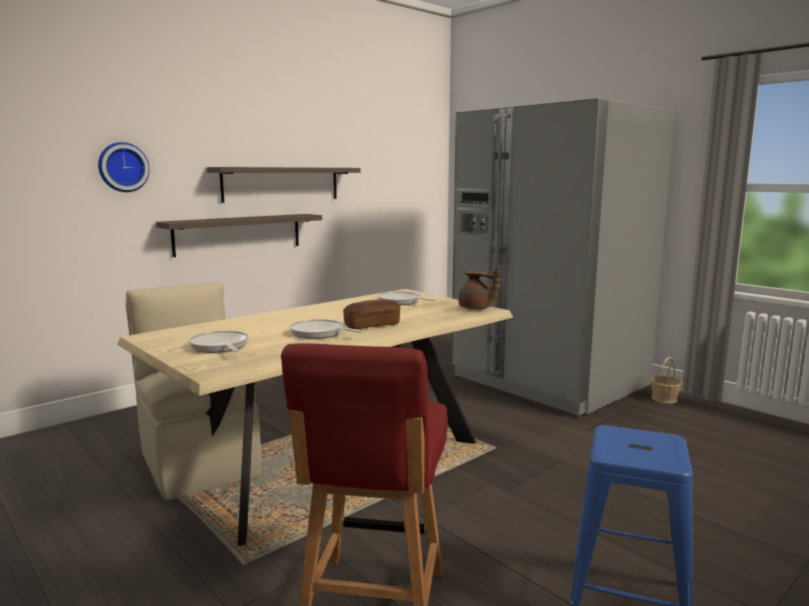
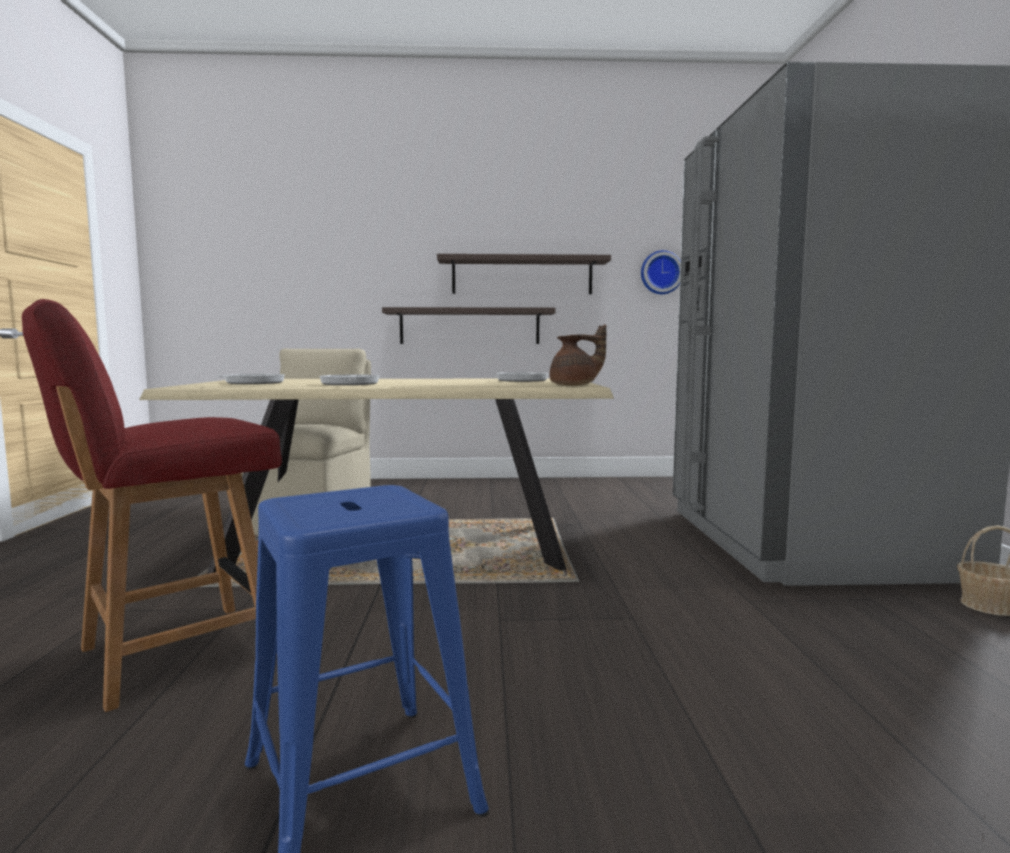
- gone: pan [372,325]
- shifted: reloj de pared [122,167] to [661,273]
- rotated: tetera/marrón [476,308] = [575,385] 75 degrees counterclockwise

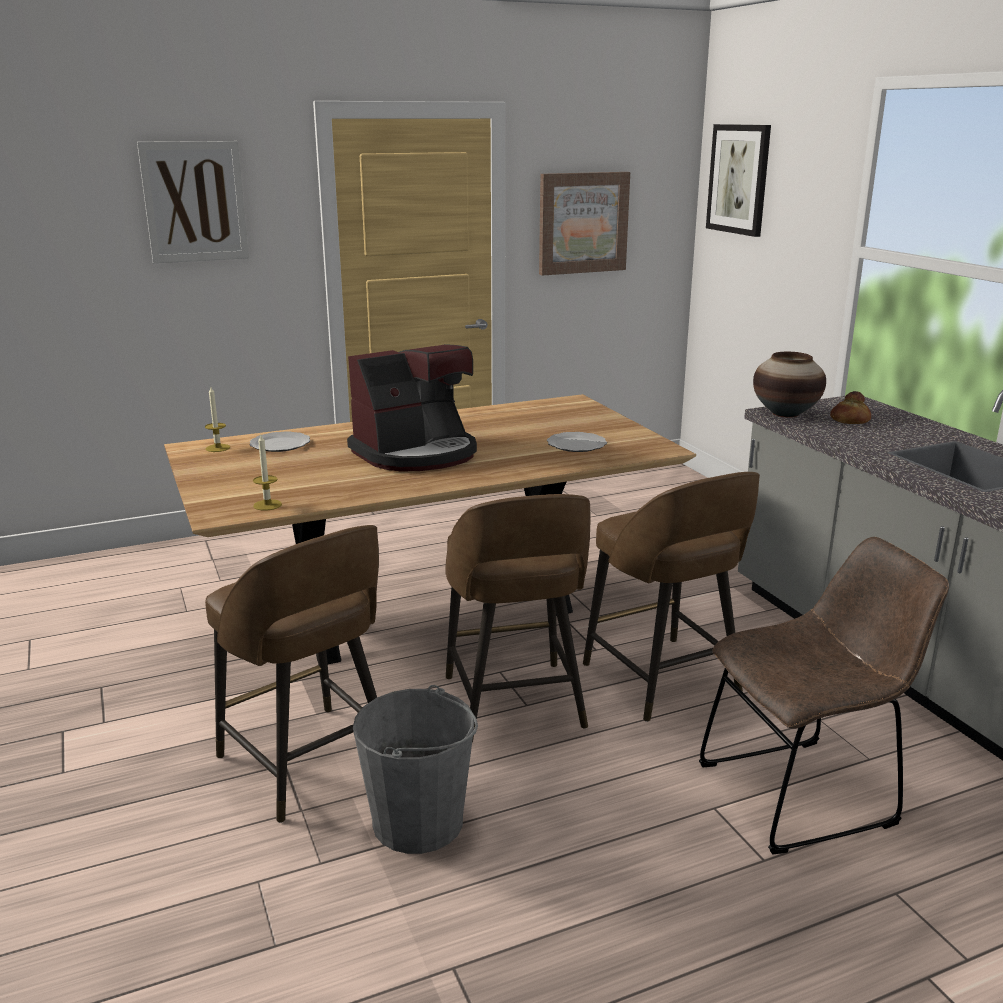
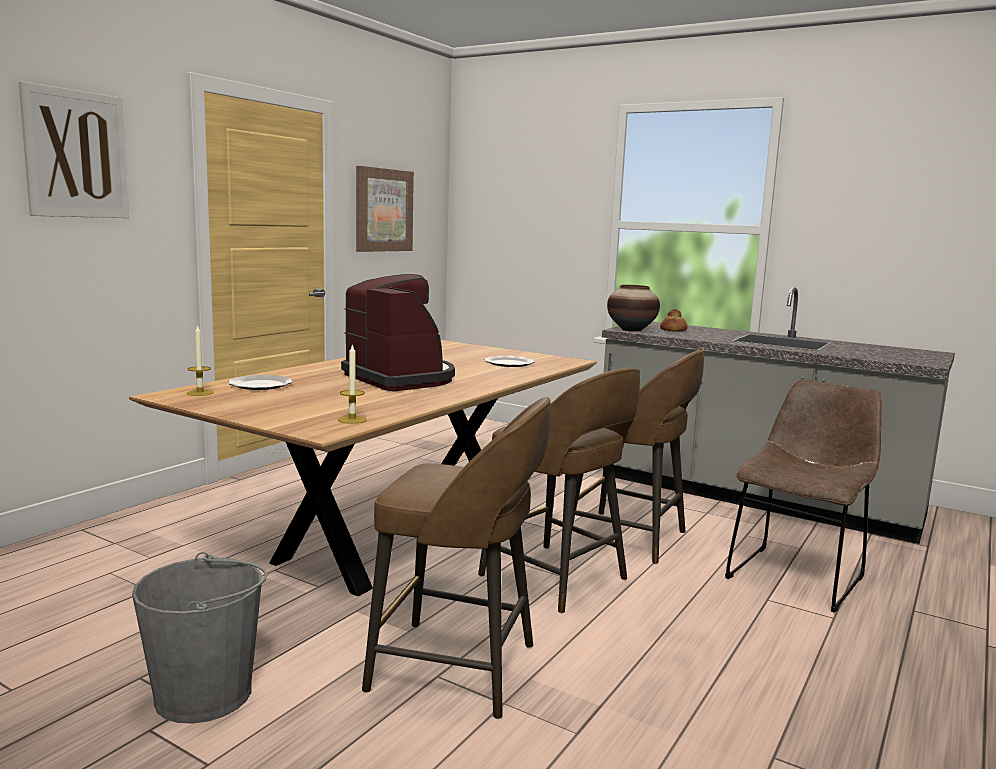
- gone: cuadro [739,179]
- shifted: cubo/gris [419,822] to [205,694]
- rotated: cafetera [417,453] = [401,378] 60 degrees counterclockwise

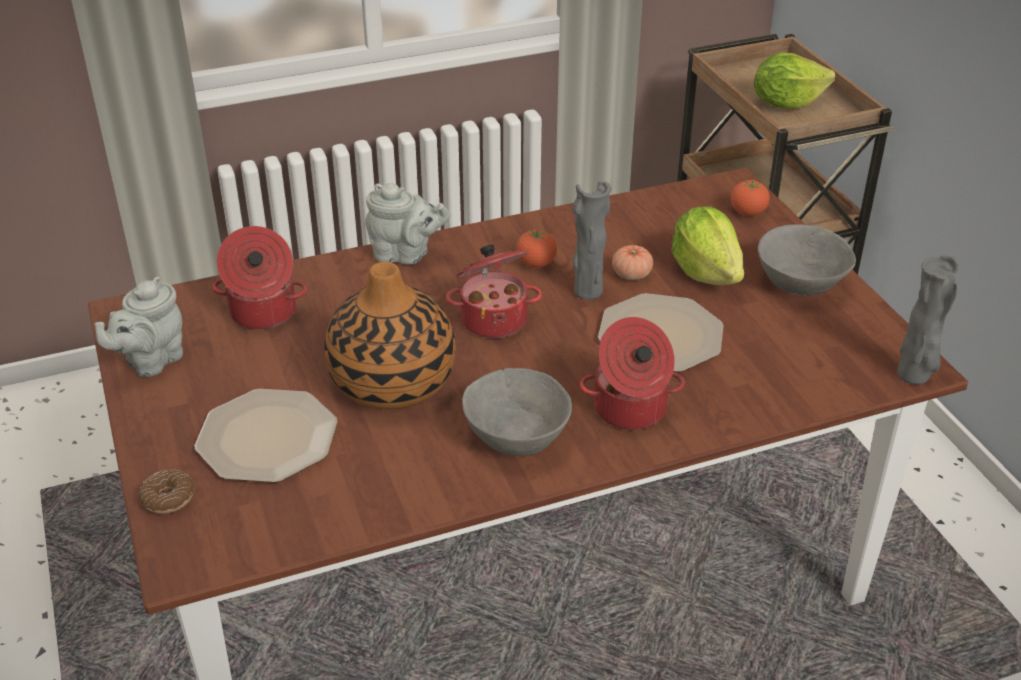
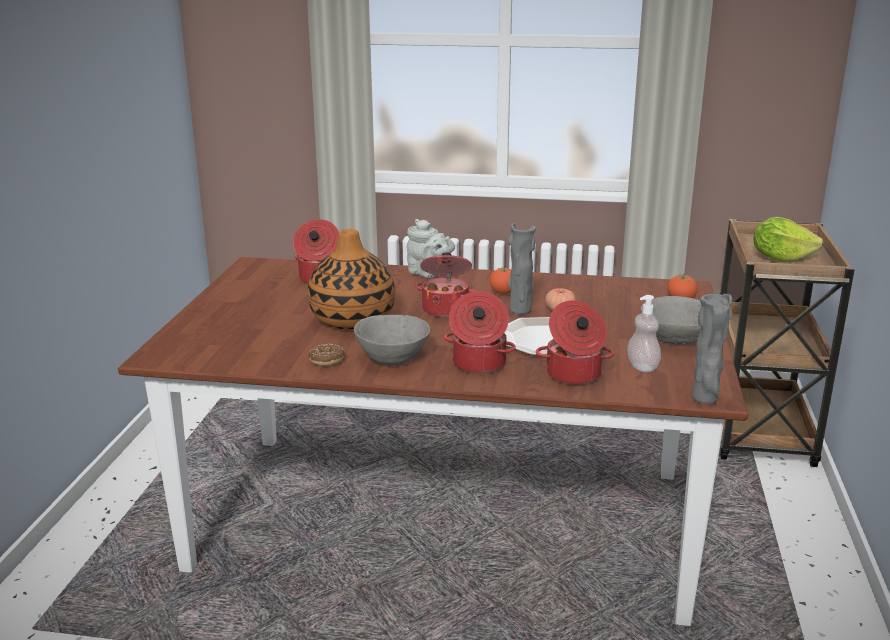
- gone: tetera/gris [151,361]
- gone: plato [266,438]
- gone: lechuga [706,272]
- new: olla [573,375]
- new: dispensador de jabón [642,367]
- shifted: rosquilla [168,498] to [326,360]

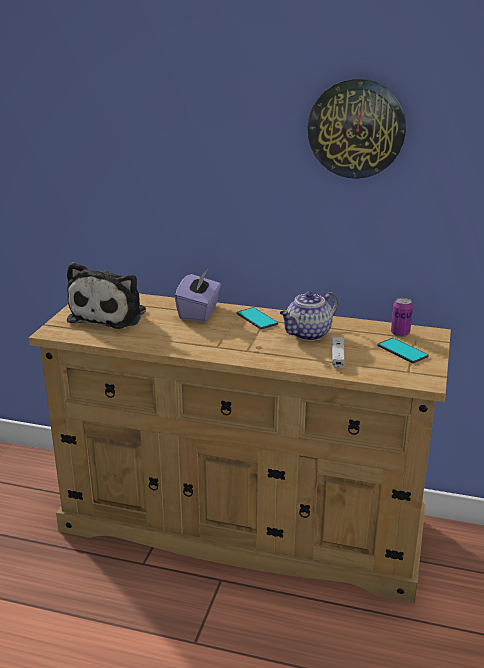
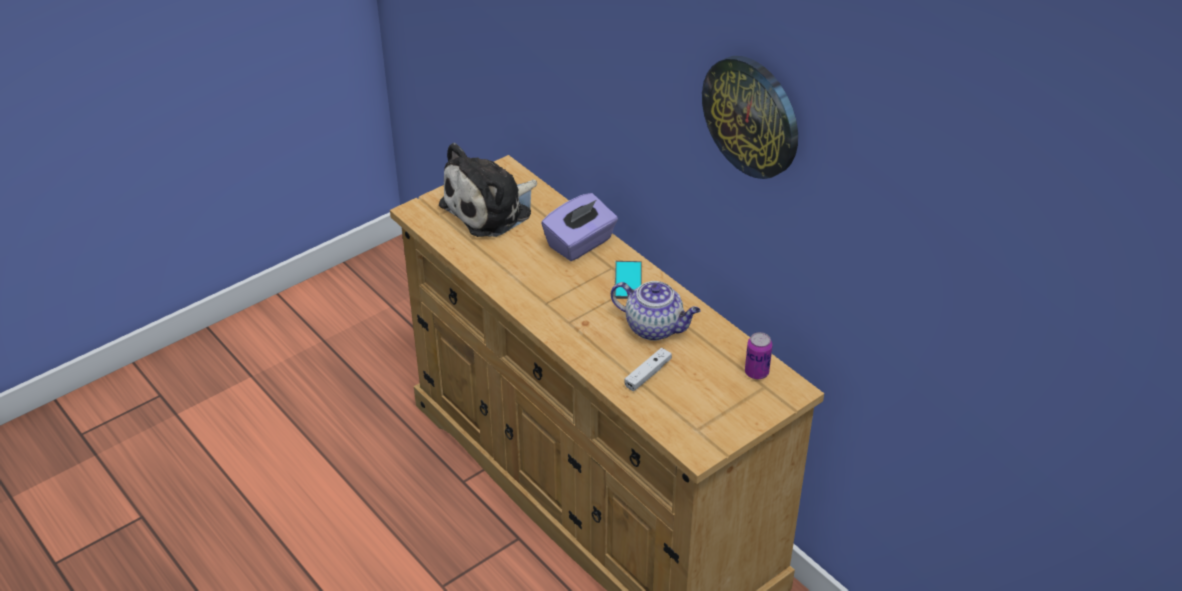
- gone: móvil [402,351]
- rotated: tetera [308,334] = [655,328] 150 degrees counterclockwise

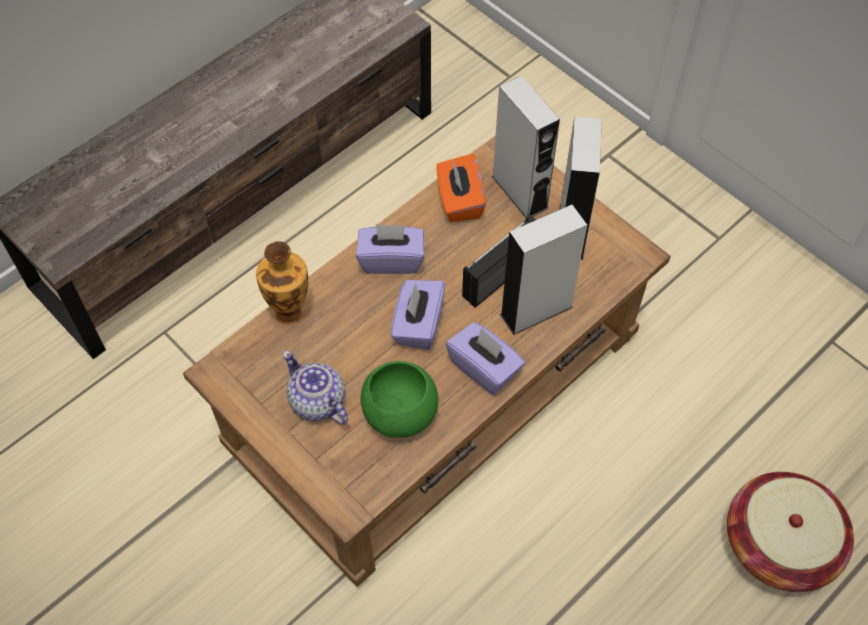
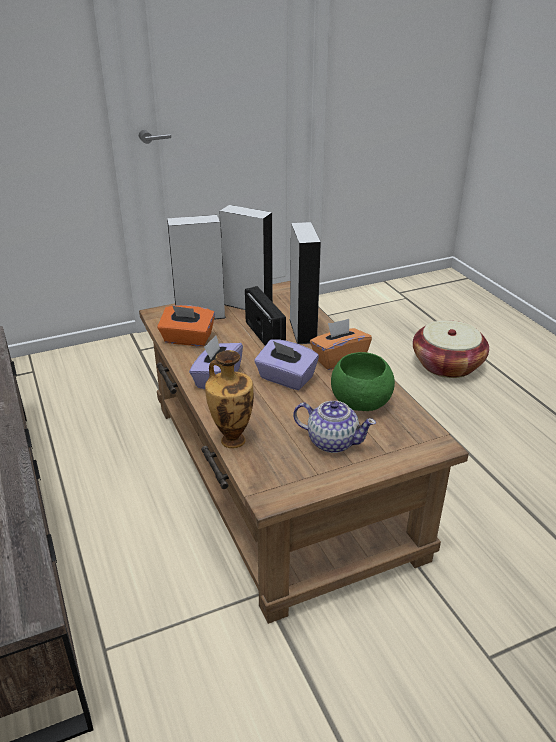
- repainted: caja de pañuelos/morado [484,368] to caja de pañuelos/naranja [339,359]
- rotated: tetera [317,402] = [332,441] 135 degrees counterclockwise

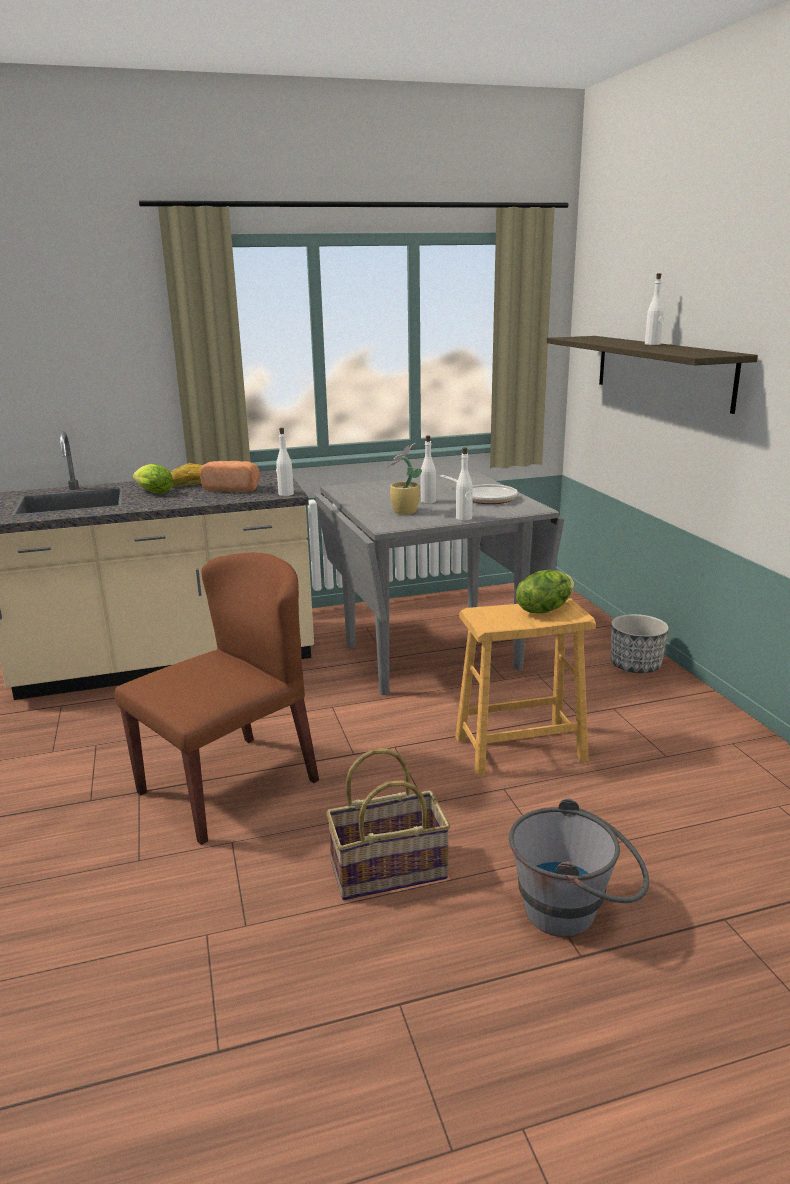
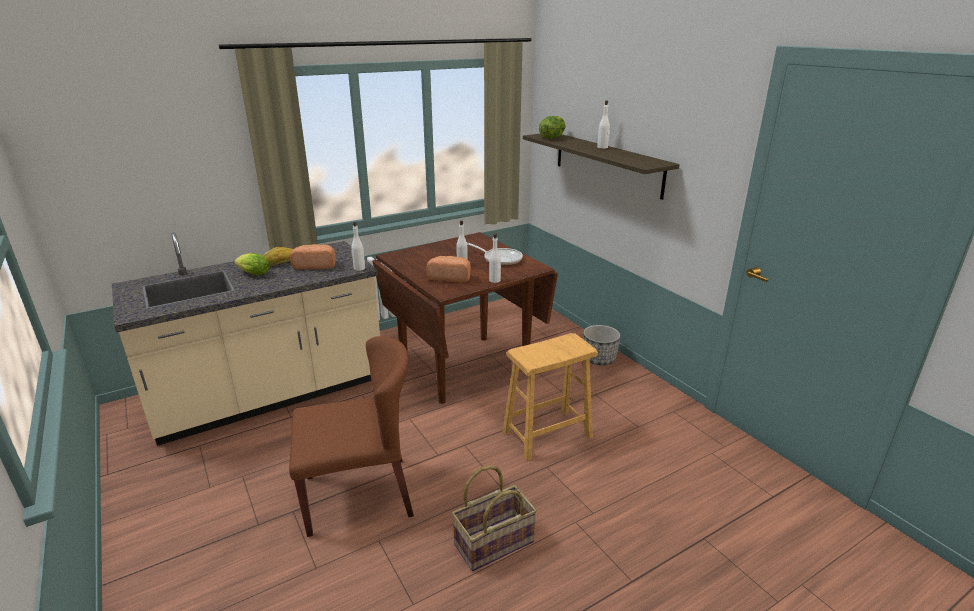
- gone: cubo/gris [575,912]
- shifted: lechuga [544,609] to [552,137]
- swapped: planta en maceta [404,512] to pan [450,277]
- repainted: mesa de comedor/gris [431,656] to mesa de comedor/marrón [464,367]
- rotated: silla/marrón [229,785] = [359,495] 45 degrees clockwise

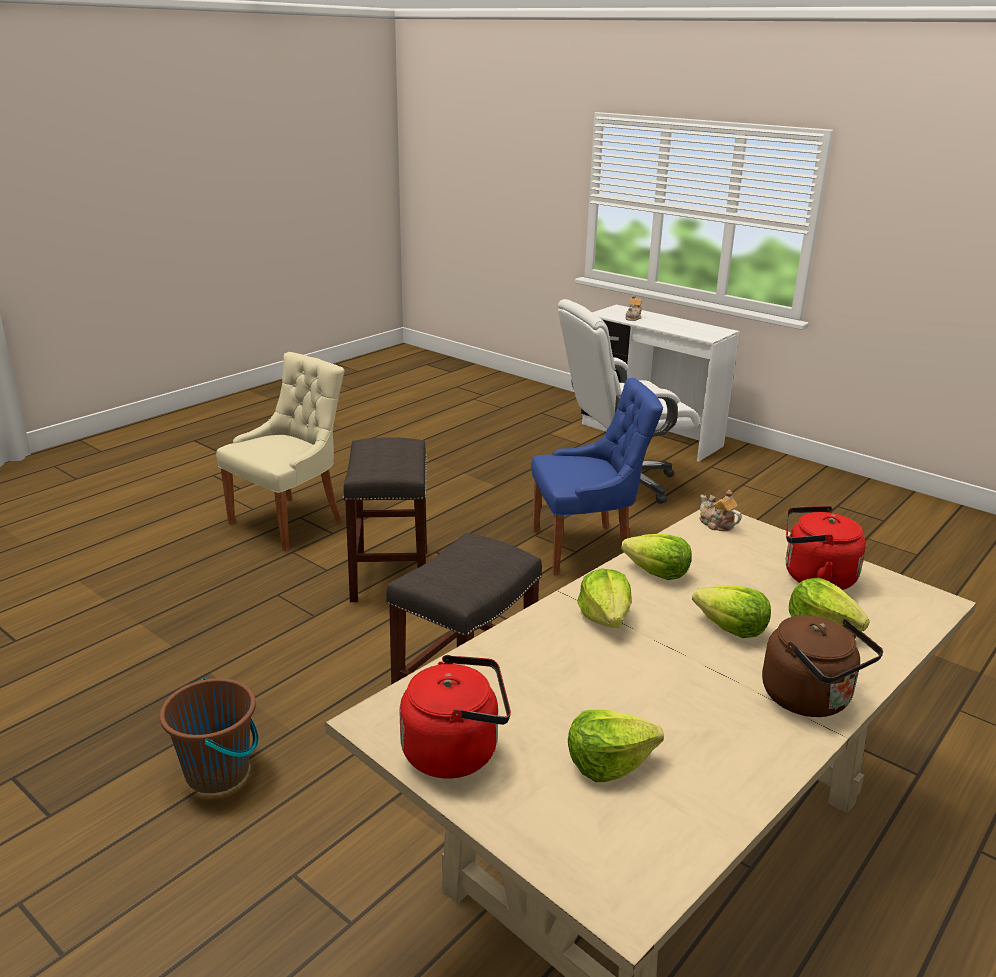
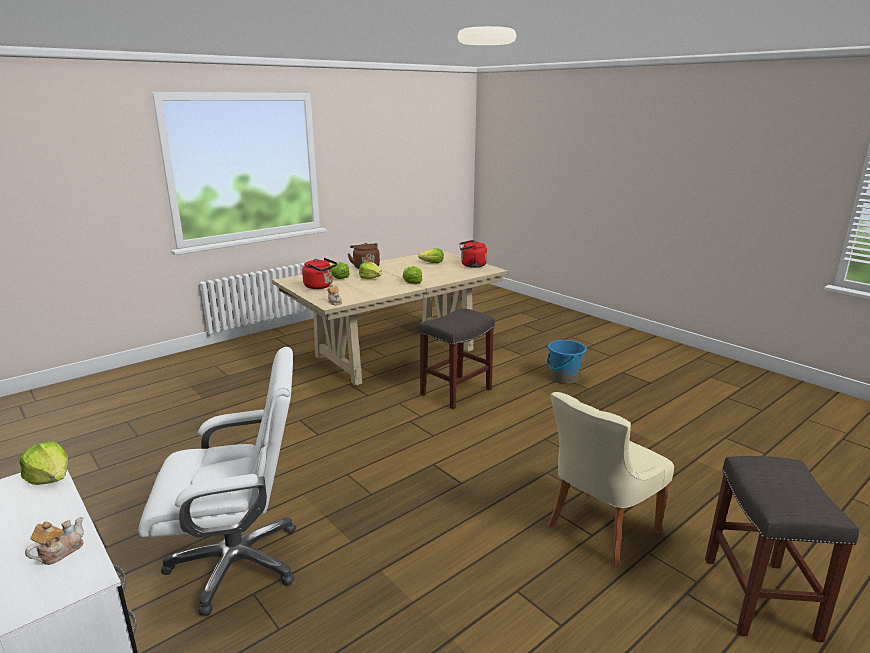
- gone: silla/azul [586,548]
- shifted: taburete/gris [389,574] to [761,599]
- shifted: lechuga [657,573] to [50,478]
- repainted: cubo/marrón [218,772] to cubo/azul [564,378]

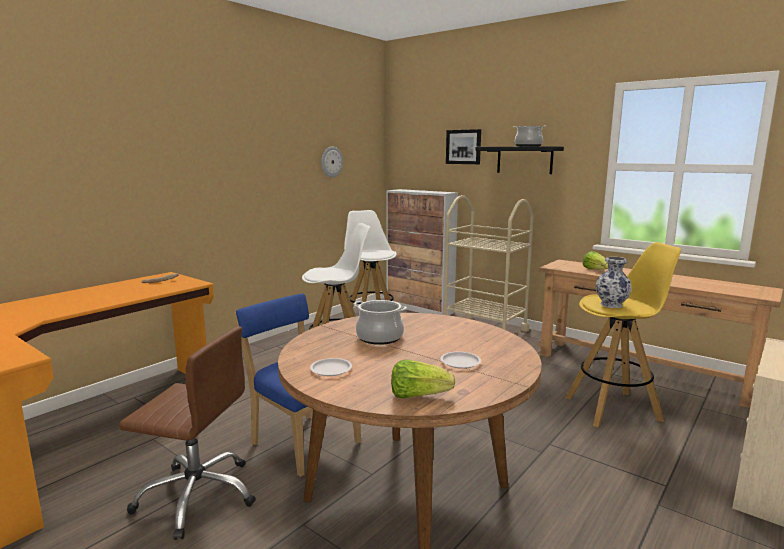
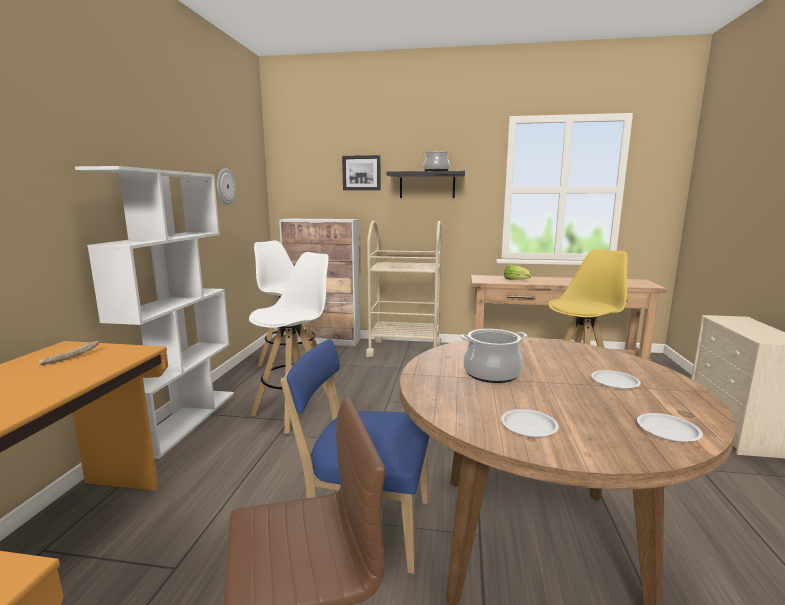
- gone: florero [611,305]
- new: estantería/blanco [184,420]
- swapped: lechuga [418,396] to plato/blanco [667,431]

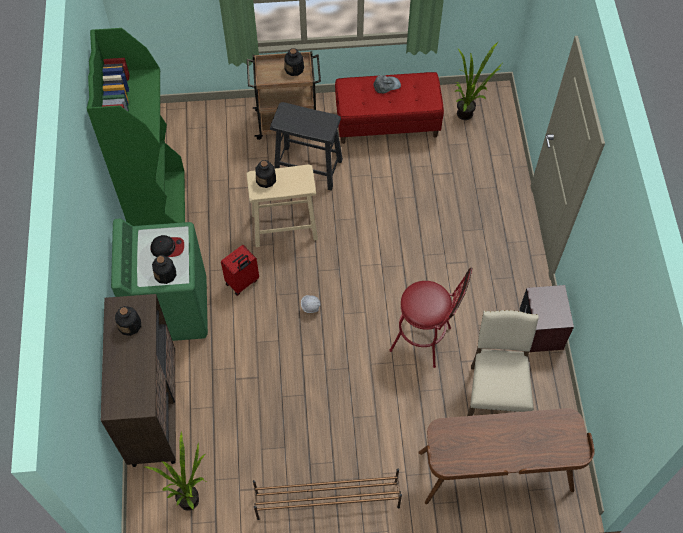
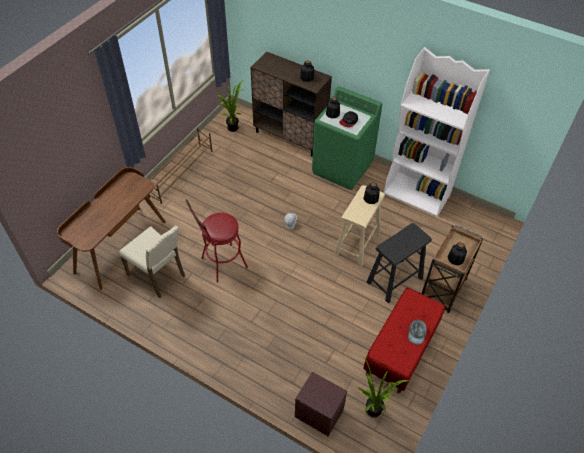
- gone: maleta/rojo [242,282]
- shifted: mesita de noche/marrón [540,330] to [319,413]
- repainted: estantería/verde [159,207] to estantería/blanco [417,194]

